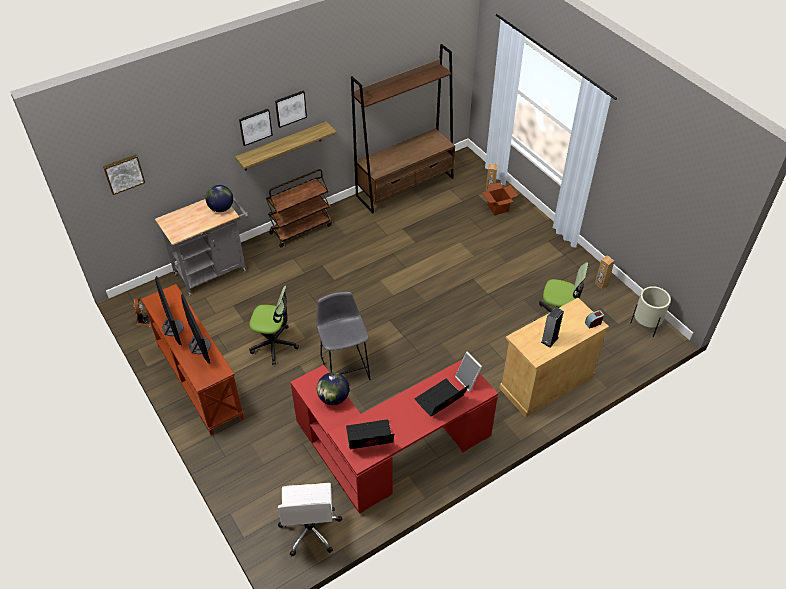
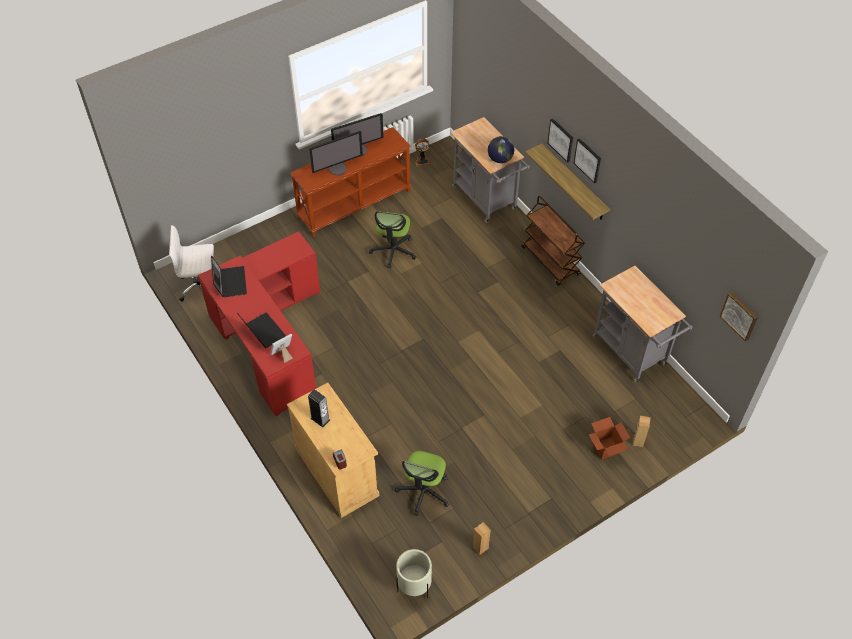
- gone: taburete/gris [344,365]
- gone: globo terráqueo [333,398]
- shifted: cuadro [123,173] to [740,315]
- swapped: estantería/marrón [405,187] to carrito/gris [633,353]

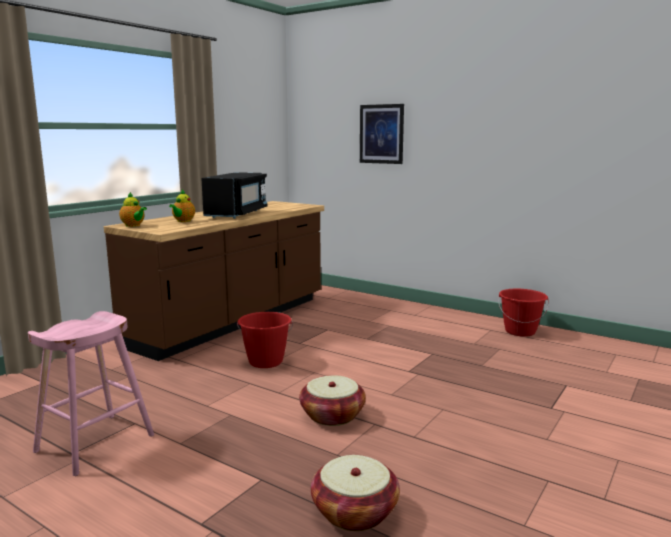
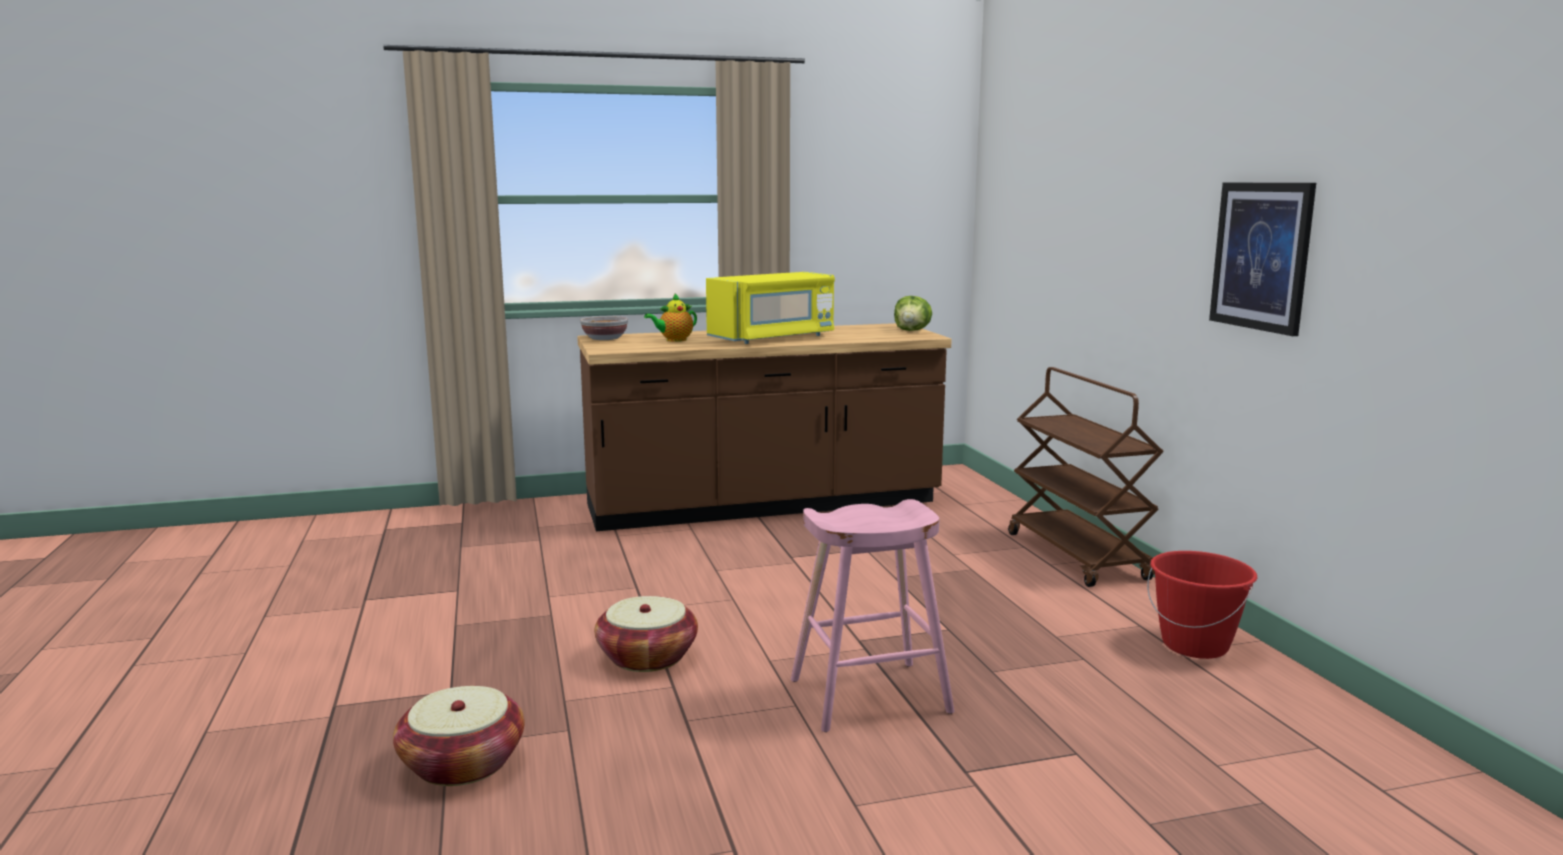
- gone: cubo/rojo [265,362]
- new: lechuga [912,331]
- new: carrito/marrón [1078,556]
- shifted: taburete/rosa [95,443] to [870,696]
- shifted: cuadro [381,134] to [1261,256]
- swapped: tetera [133,225] to cuenco [604,339]
- repainted: microondas/negro [237,214] to microondas/amarillo [773,338]

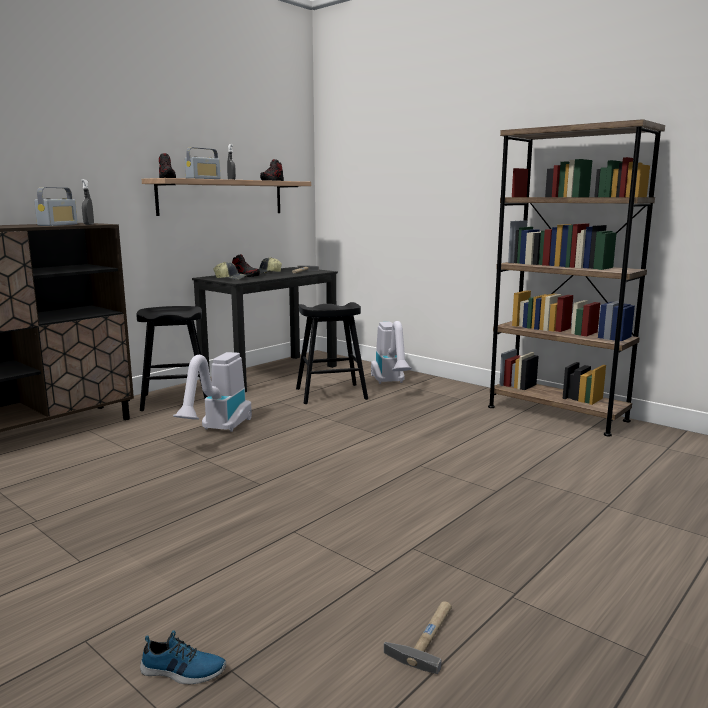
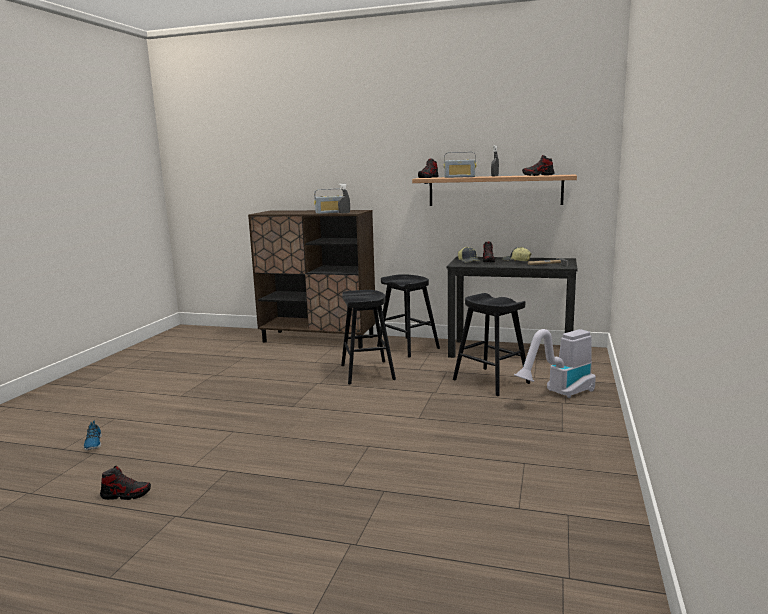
- gone: estantería/marrón [556,413]
- swapped: aspiradora [218,430] to taburete/negro [367,372]
- swapped: martillo [427,635] to zapato [126,494]

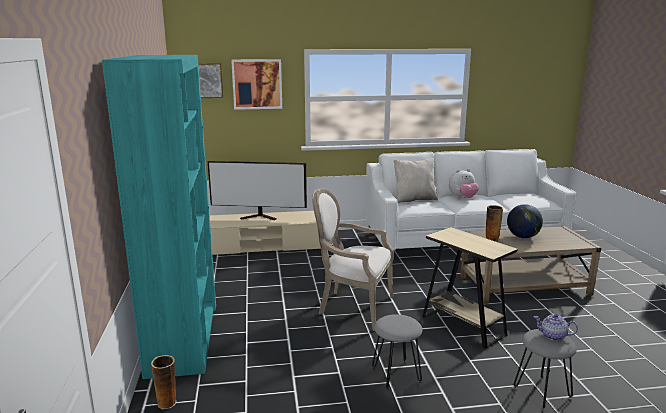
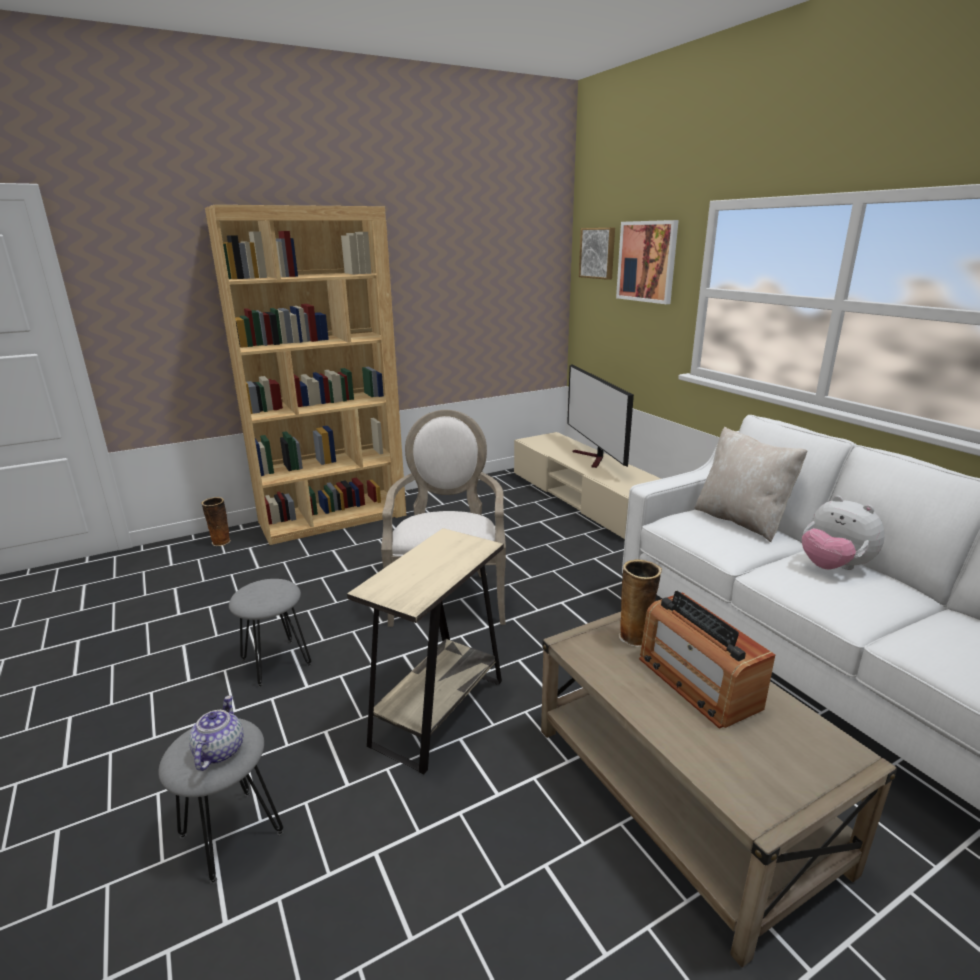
- swapped: globo terráqueo [523,237] to radio [697,682]
- repainted: estantería/turquesa [183,337] to estantería/marrón [333,518]

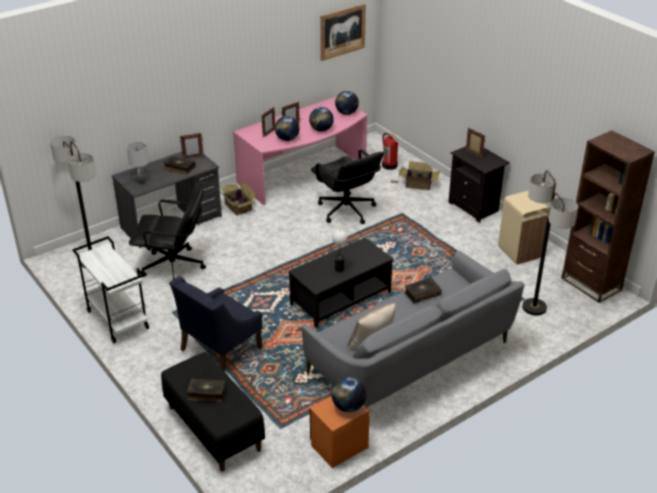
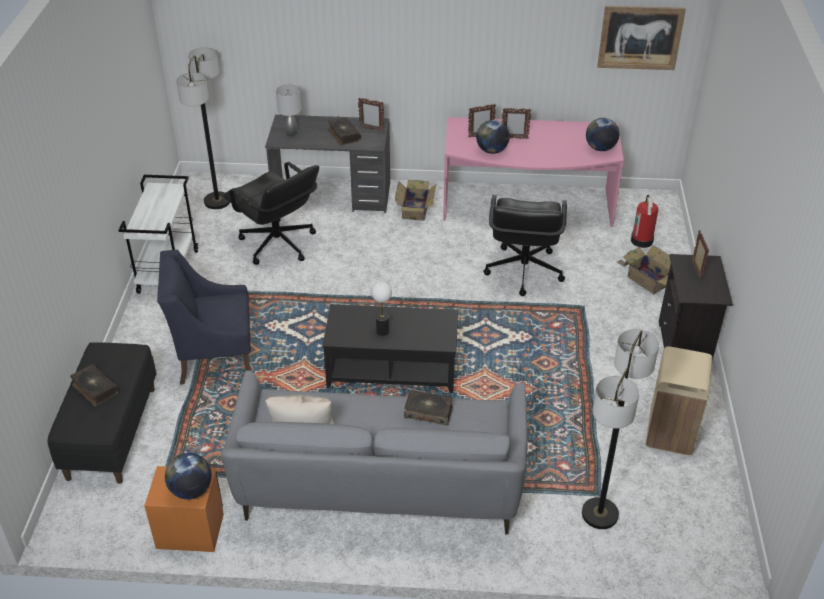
- gone: globo terráqueo [321,130]
- gone: estantería/marrón [591,284]

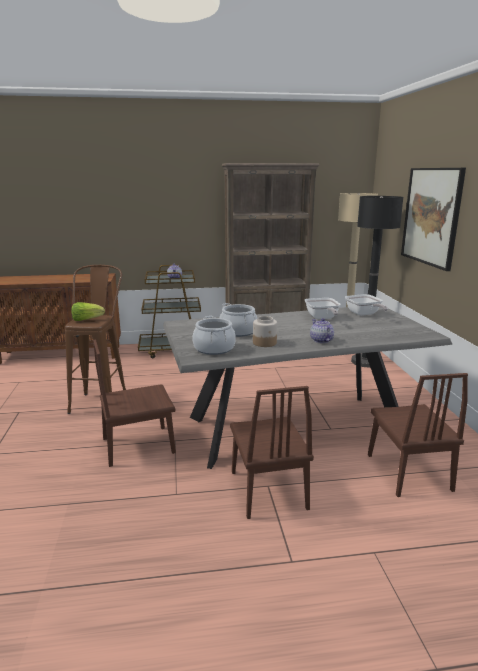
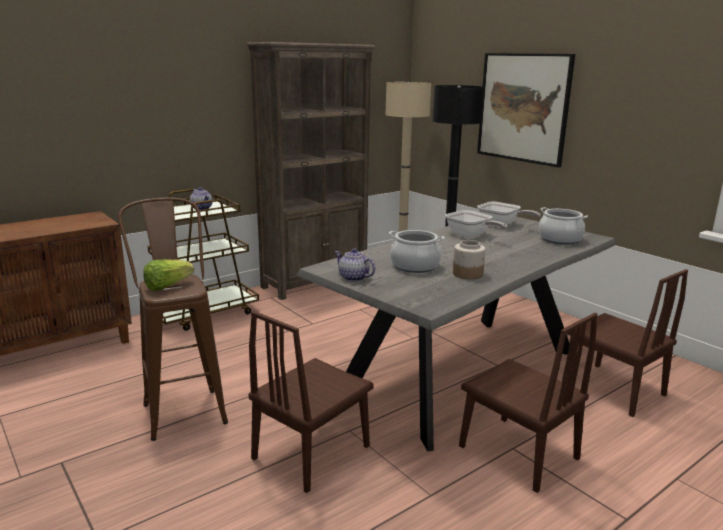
- shifted: olla [214,348] to [560,239]
- shifted: tetera [321,340] to [353,278]

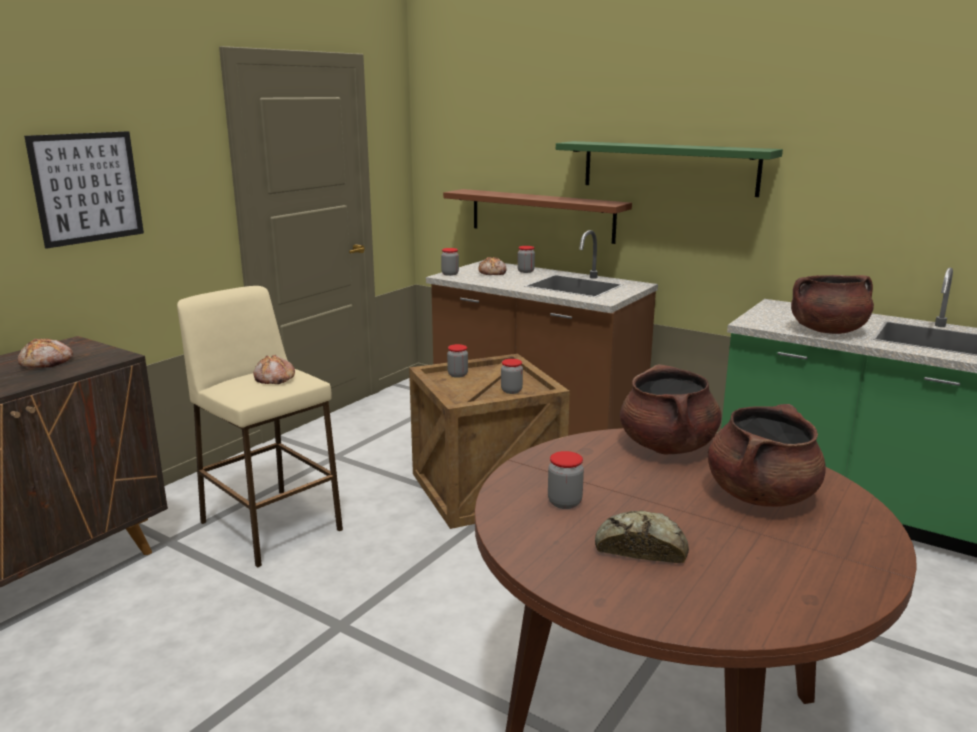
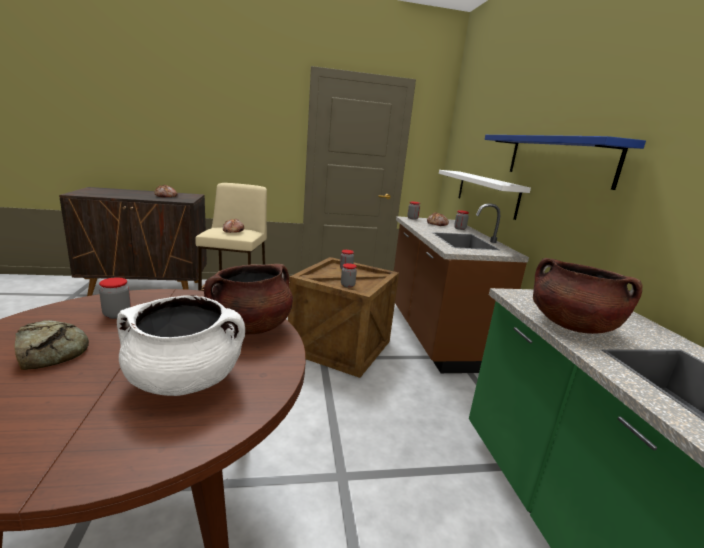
- gone: cuadro [87,188]
- repainted: estante/marrón [541,215] to estante/blanco [486,193]
- repainted: estante/verde [668,167] to estante/azul [558,159]
- repainted: olla/marrón [761,495] to olla/blanco [185,380]

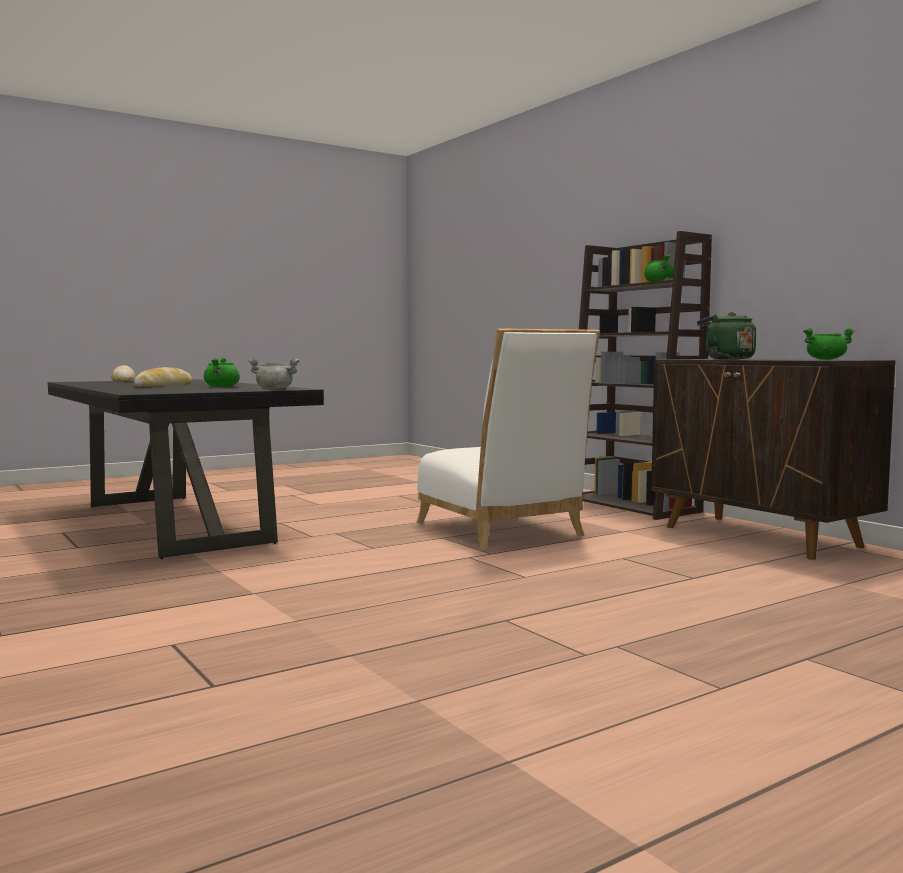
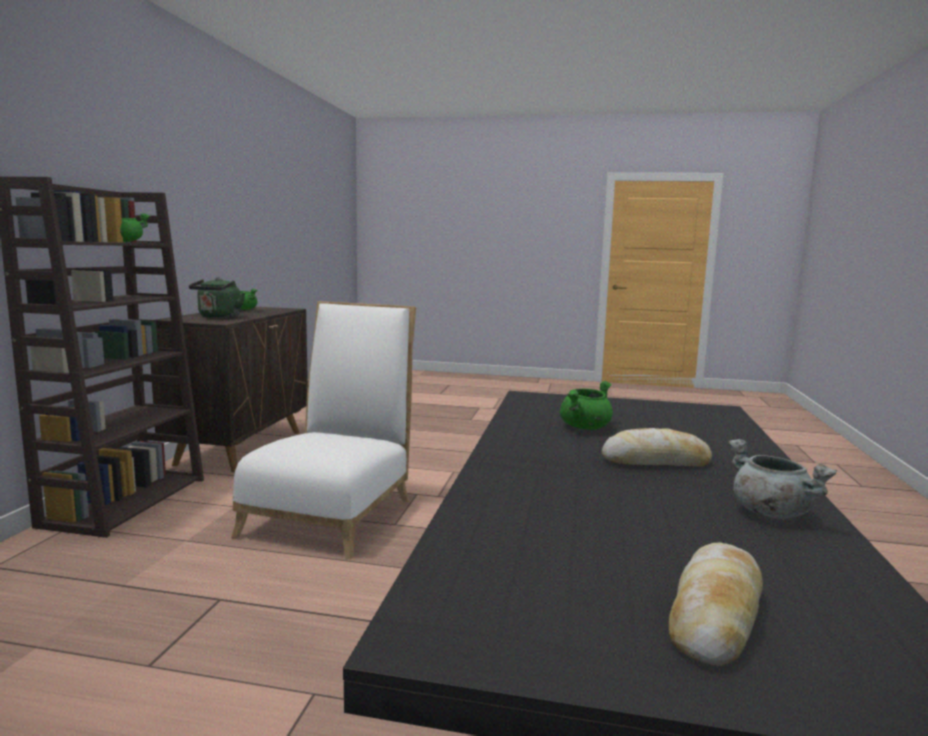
- shifted: olla/gris [275,389] to [769,512]

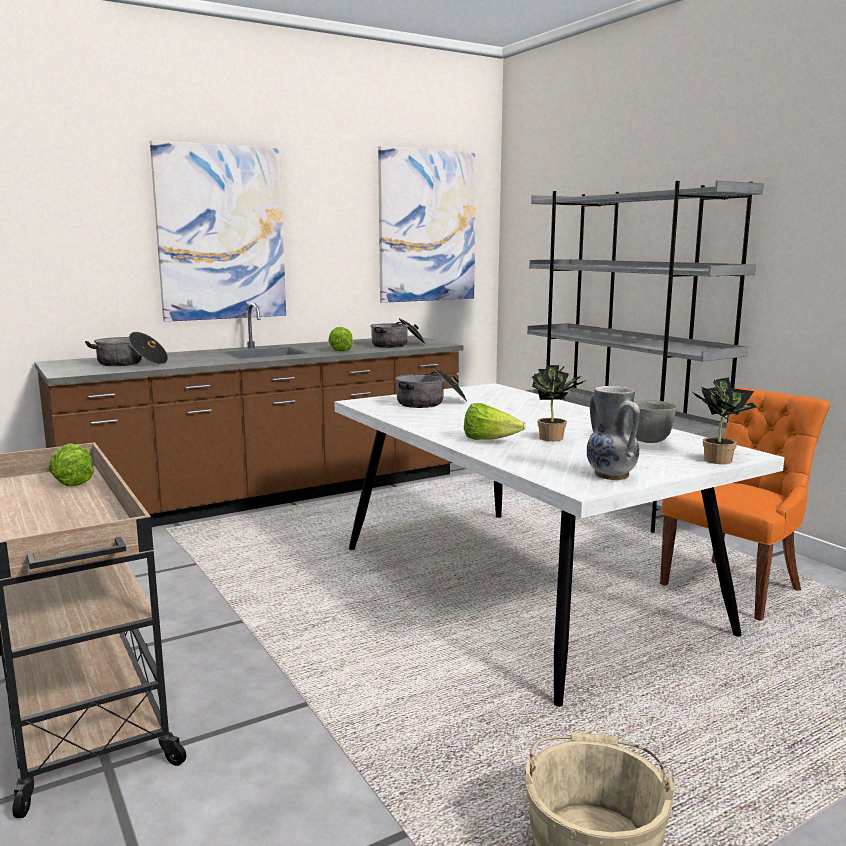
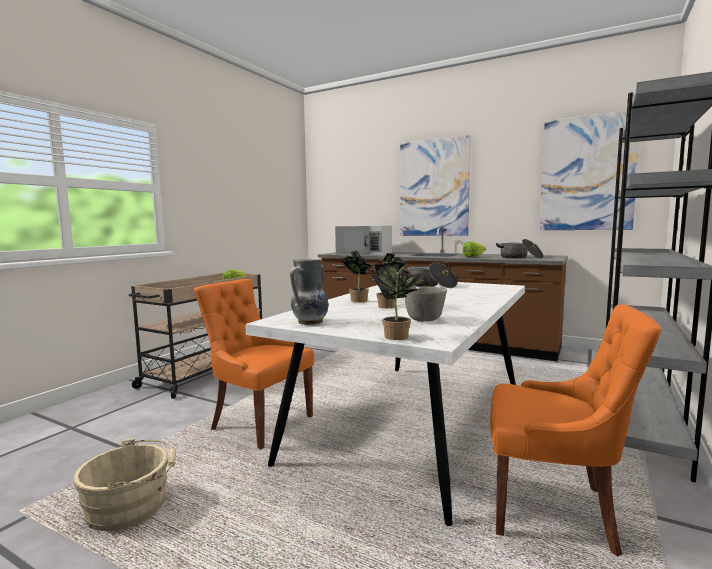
- new: silla/naranja [259,423]
- swapped: olla [130,363] to microondas/blanco [365,253]
- swapped: lechuga [489,440] to planta en maceta [358,300]

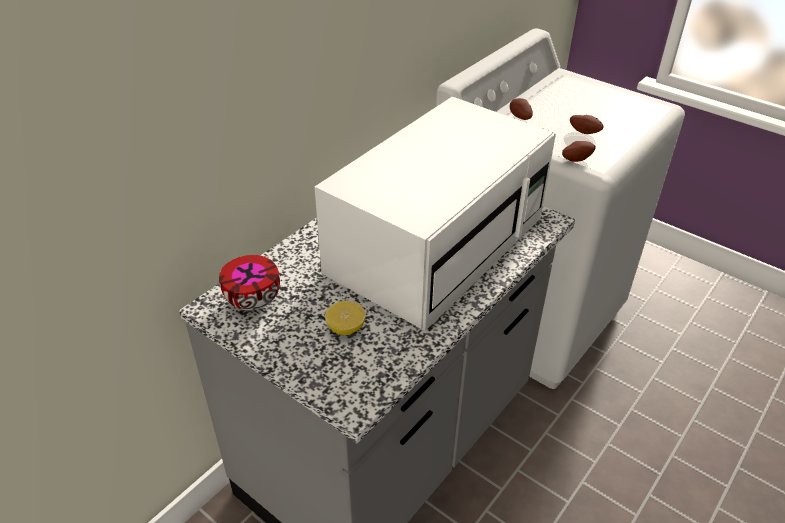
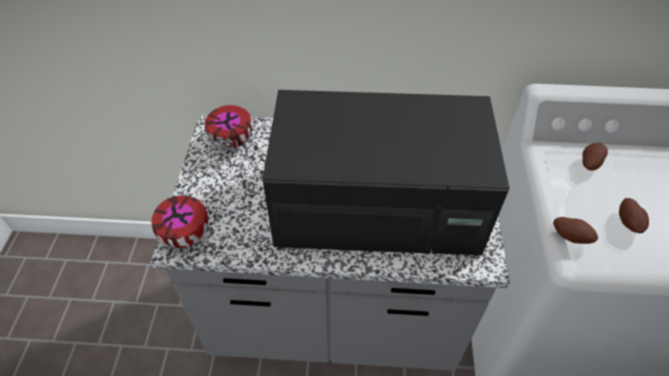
- gone: limón [346,328]
- new: cuenco [186,236]
- repainted: microondas/blanco [438,242] to microondas/negro [380,202]

